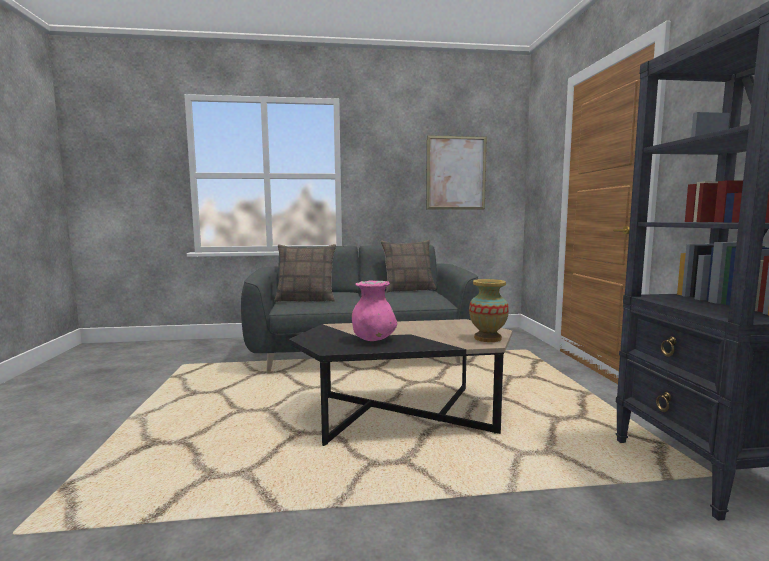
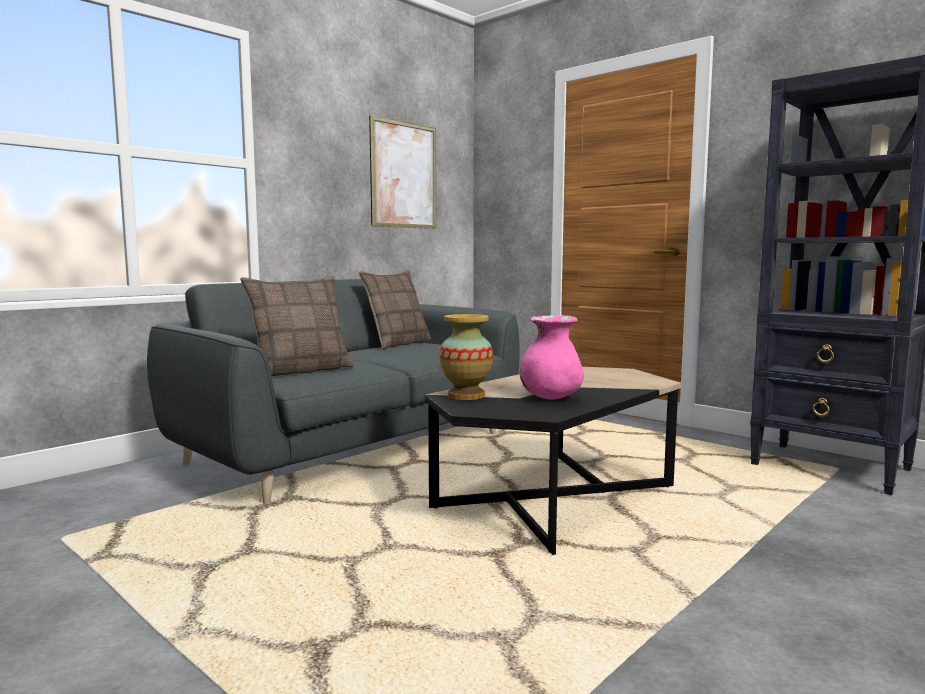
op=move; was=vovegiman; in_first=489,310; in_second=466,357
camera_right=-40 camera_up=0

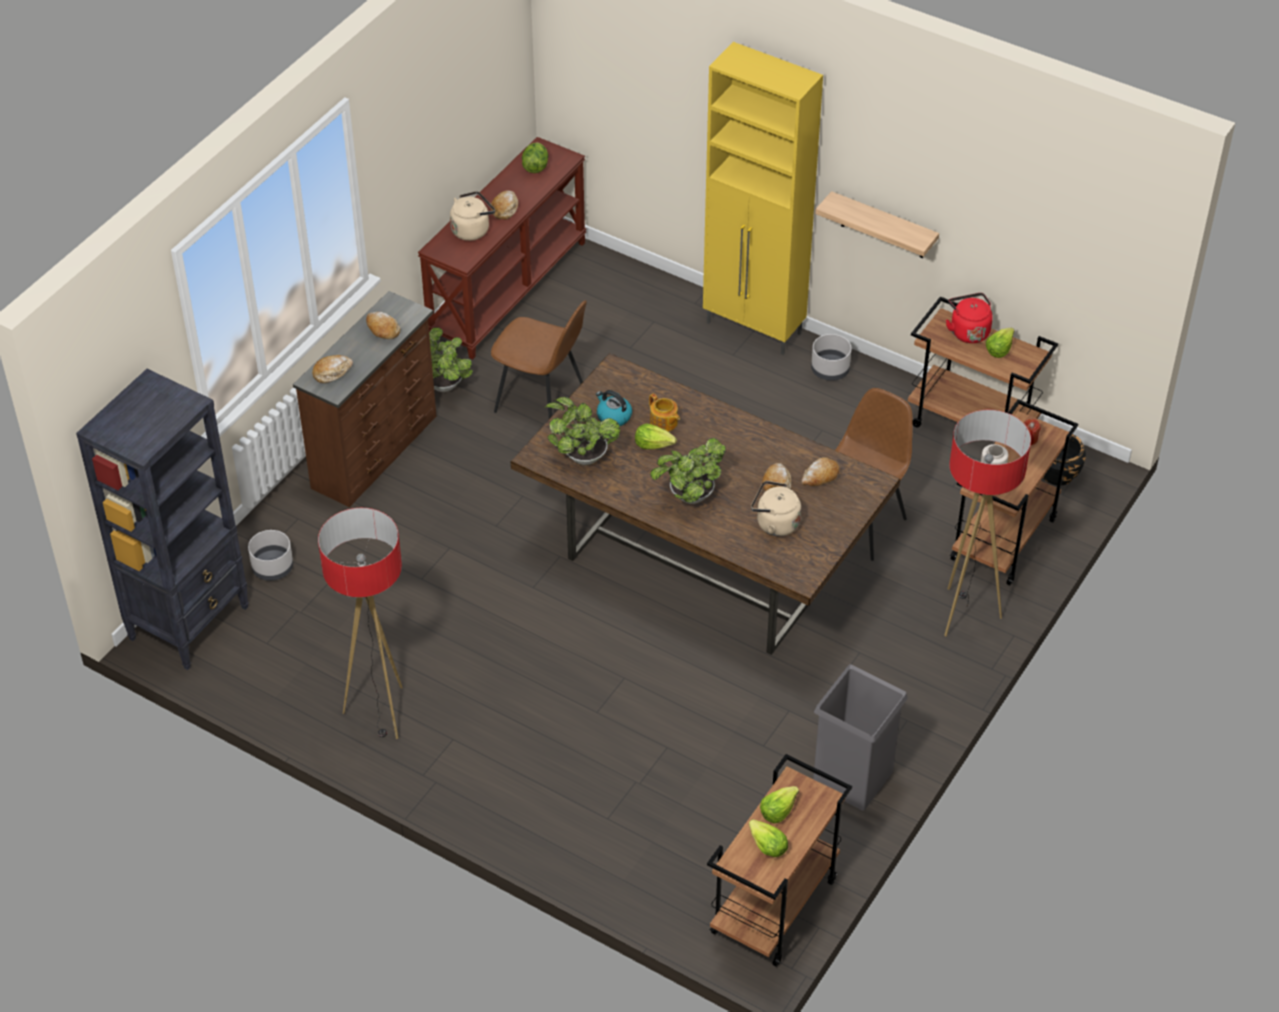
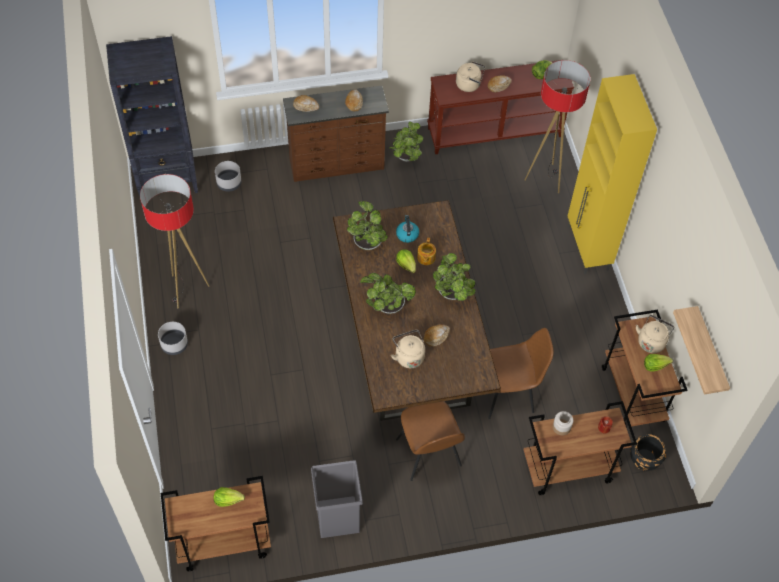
op=move; was=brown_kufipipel; in_first=539,359; in_second=430,441
op=delete; was=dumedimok; in_first=768,838
op=delete; was=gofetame; in_first=820,471
op=move; was=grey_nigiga; in_first=831,357; in_second=173,338
op=move; was=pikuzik; in_first=877,224; in_second=701,350
op=move; was=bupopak; in_first=987,523; in_second=557,126
op=recolor; was=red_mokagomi; now=beige_mokagomi; in_first=969,318; in_second=655,334
op=insert; now=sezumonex; in_second=454,277
camera_right=45 camera_up=10

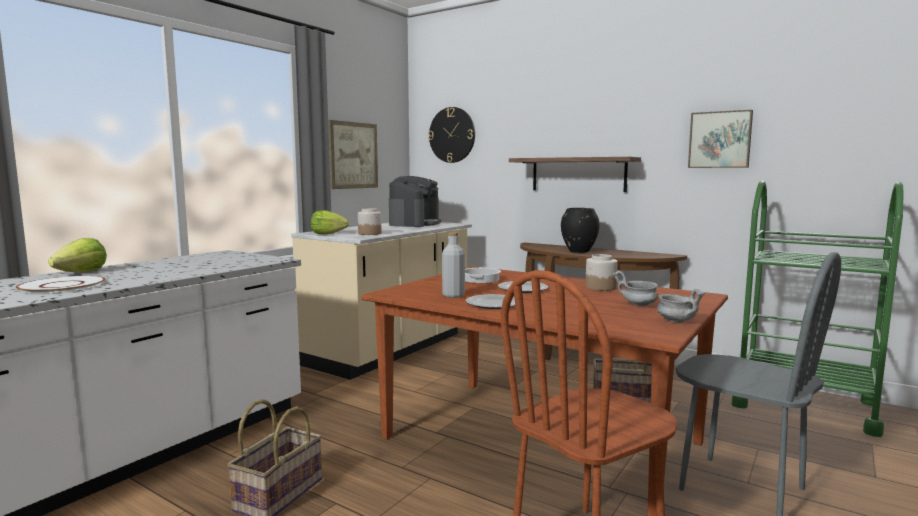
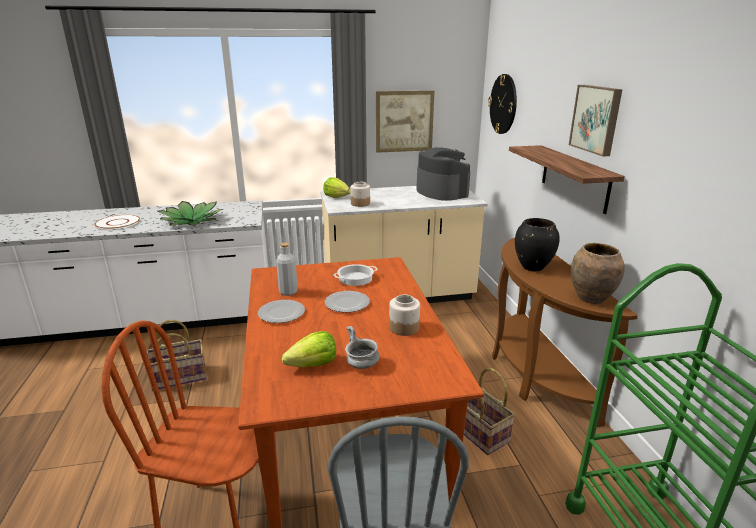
op=move; was=dumedimok; in_first=77,255; in_second=309,349
op=rotate; was=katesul; in_first=415,201; in_second=443,174; clockwise=-90
op=delete; was=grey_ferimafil; in_first=681,306
op=move; was=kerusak; in_first=720,139; in_second=596,121
op=insert; now=sezumonex; in_second=191,213
op=insert; now=brown_vovegiman; in_second=598,273
camera_right=45 camera_up=15

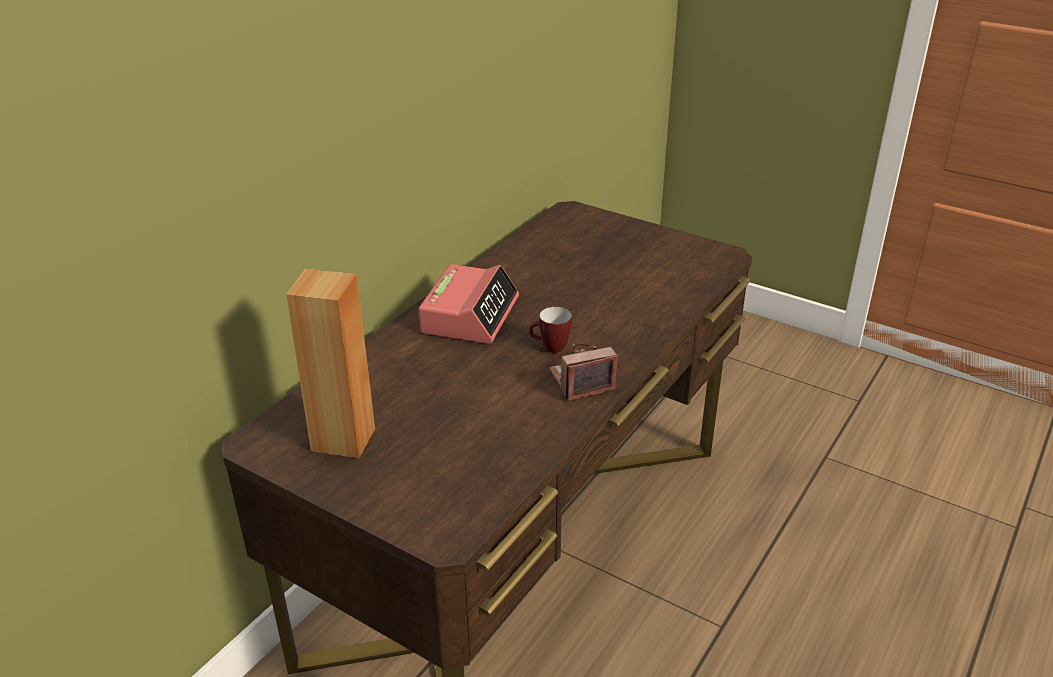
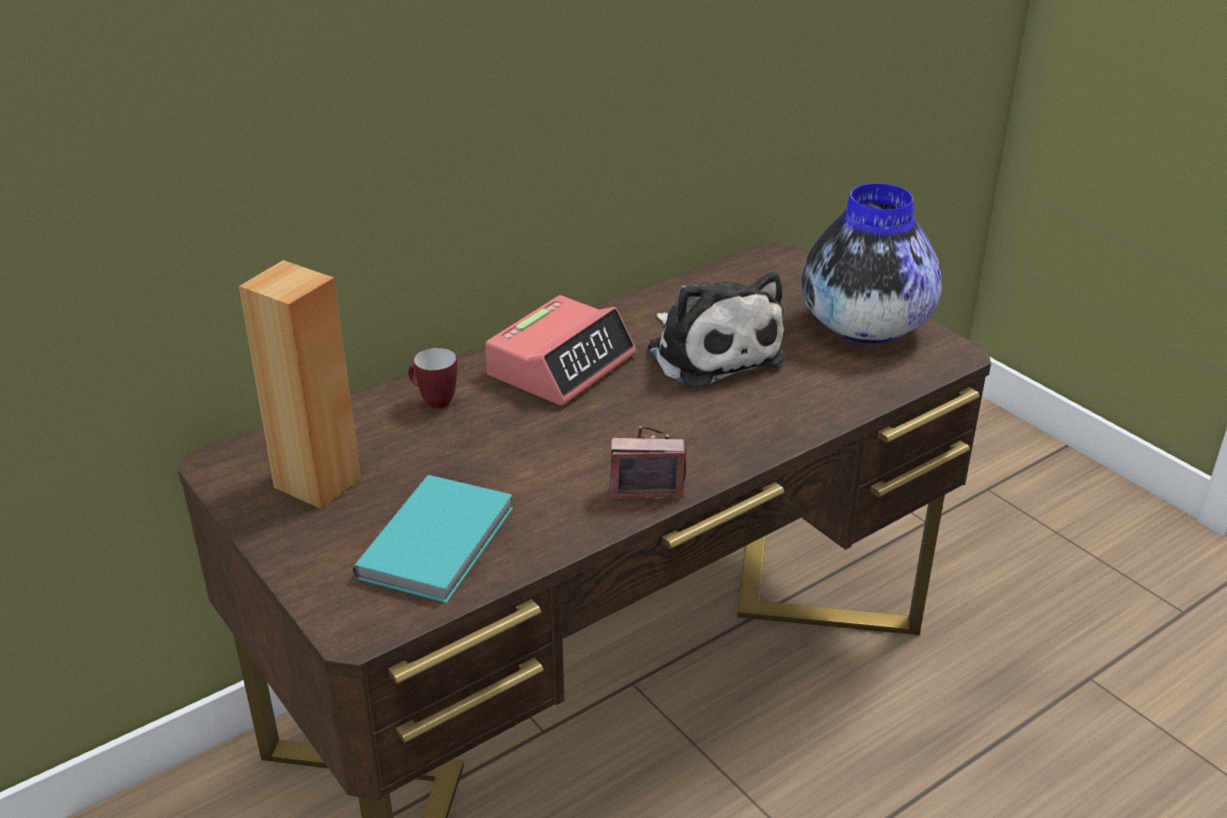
op=move; was=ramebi; in_first=550,330; in_second=433,378
op=insert; now=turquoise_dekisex; in_second=432,539
op=insert; now=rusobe; in_second=716,330
op=insert; now=vovegiman; in_second=871,263
camera_right=20 camera_up=0

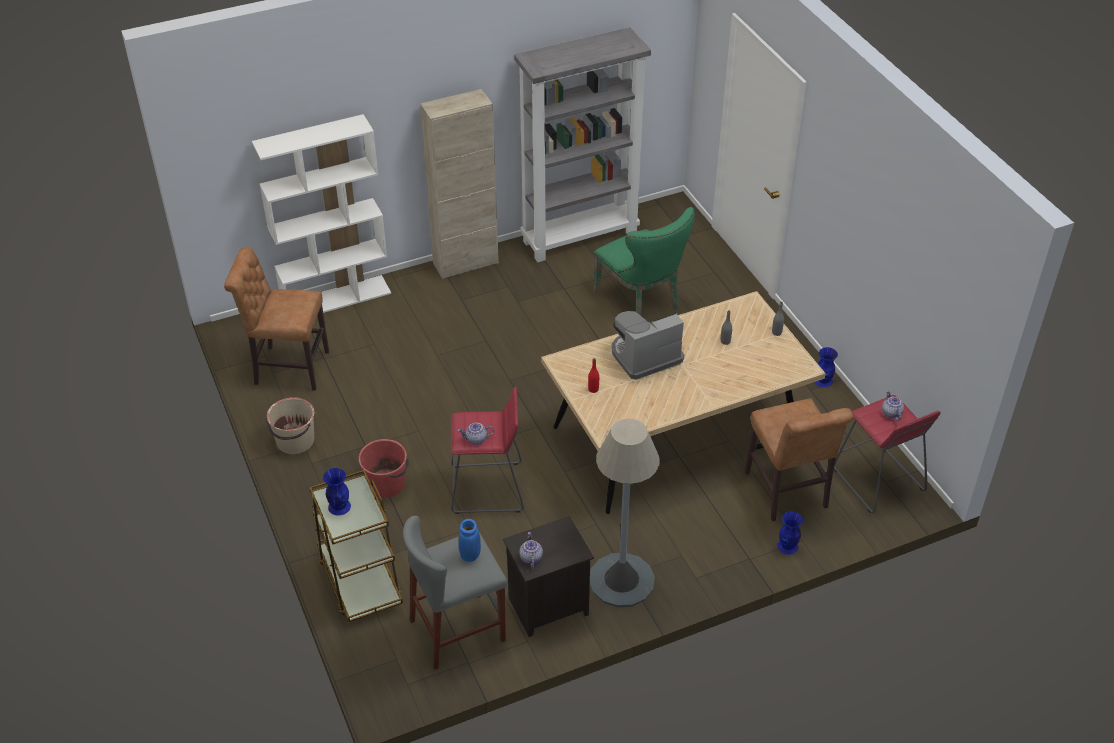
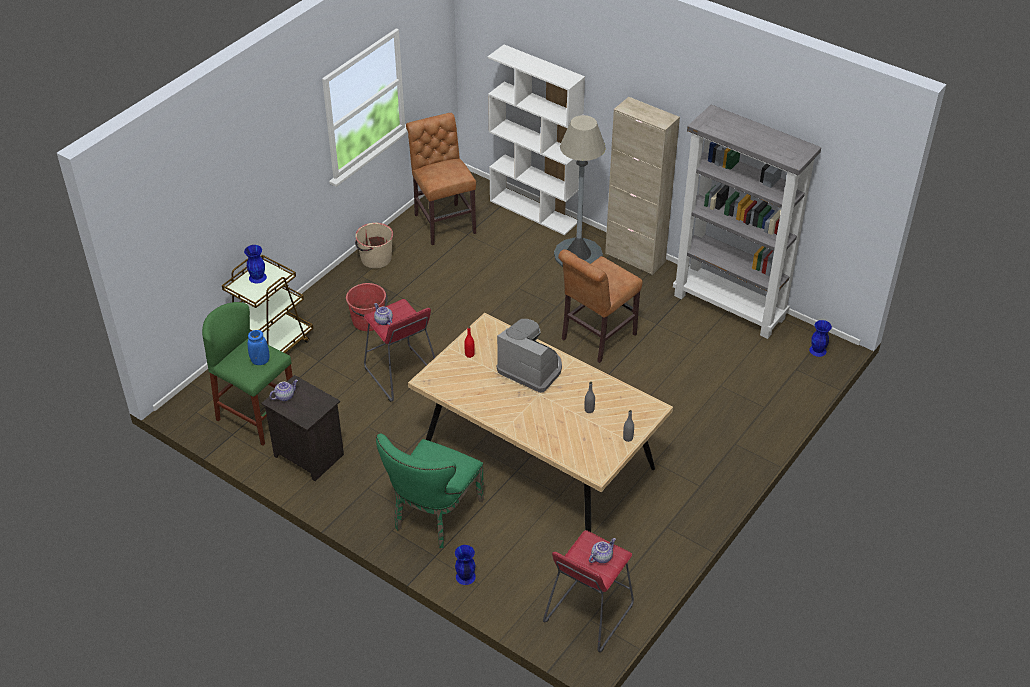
op=recolor; was=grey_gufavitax; now=green_gufavitax; in_first=455,593; in_second=247,374
op=move; was=grey_bupopak; in_first=625,512; in_second=580,191
op=move; was=green_kufipipel; in_first=644,261; in_second=430,490
op=move; was=brown_kufipipel; in_first=799,460; in_second=600,306
op=move; was=blue_vovegiman; in_first=826,367; in_second=820,338
camera_right=60 camera_up=0

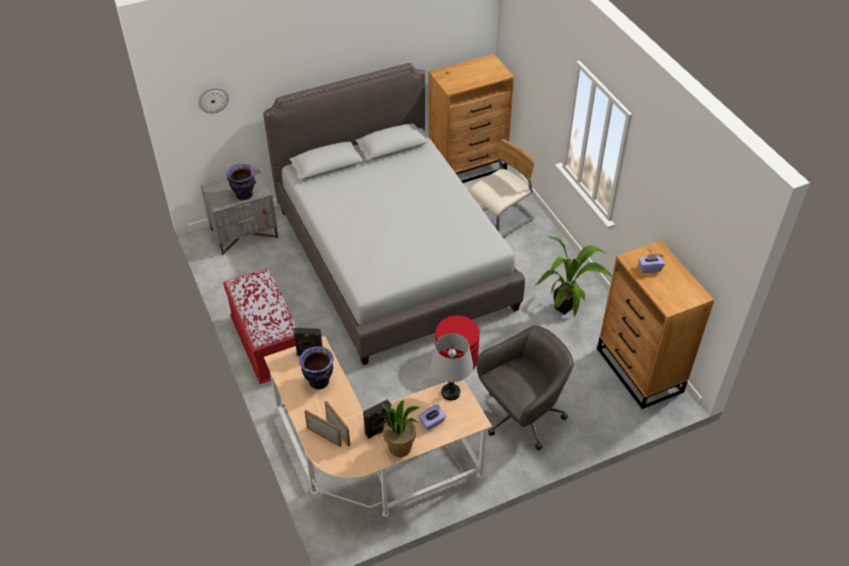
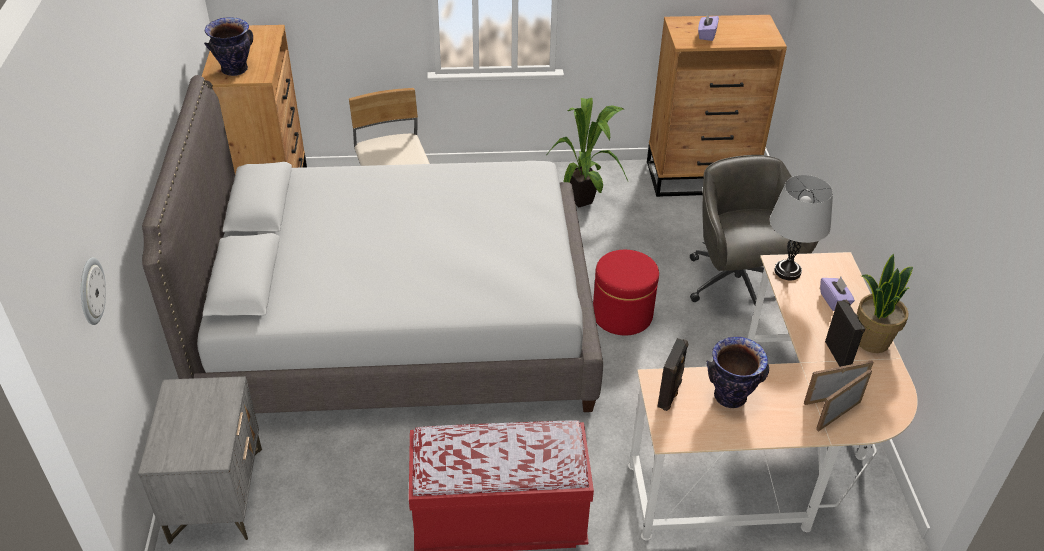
op=move; was=vovegiman; in_first=241,182; in_second=228,46
camera_right=-70 camera_up=-5

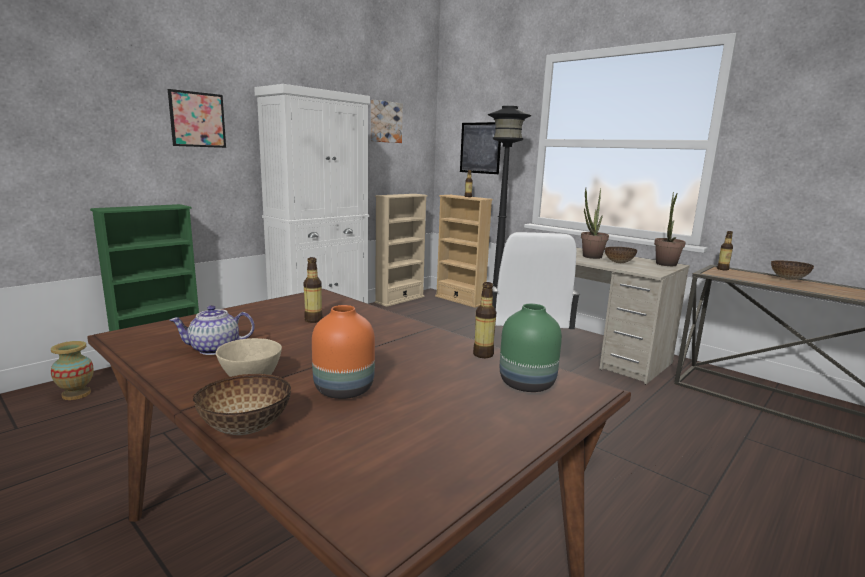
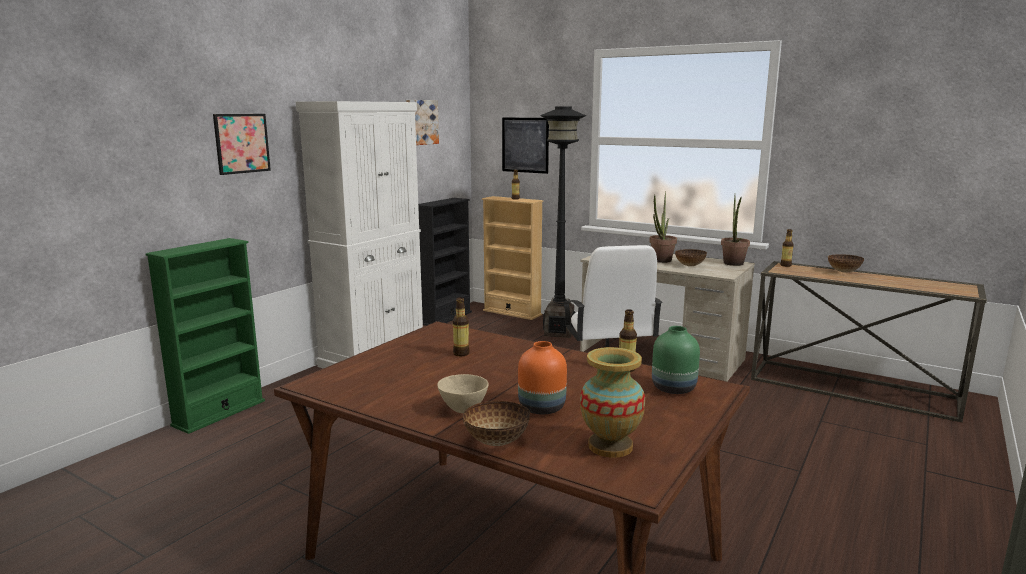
op=move; was=vovegiman; in_first=72,370; in_second=612,402
op=delete; was=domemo; in_first=212,330
op=recolor; was=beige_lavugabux; now=black_lavugabux; in_first=401,250; in_second=445,262
camera_right=-10 camera_up=0

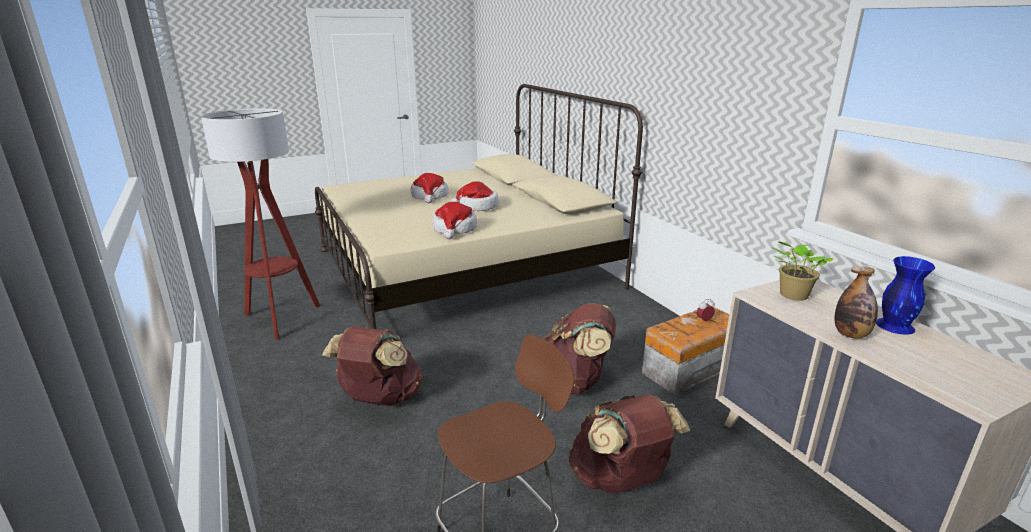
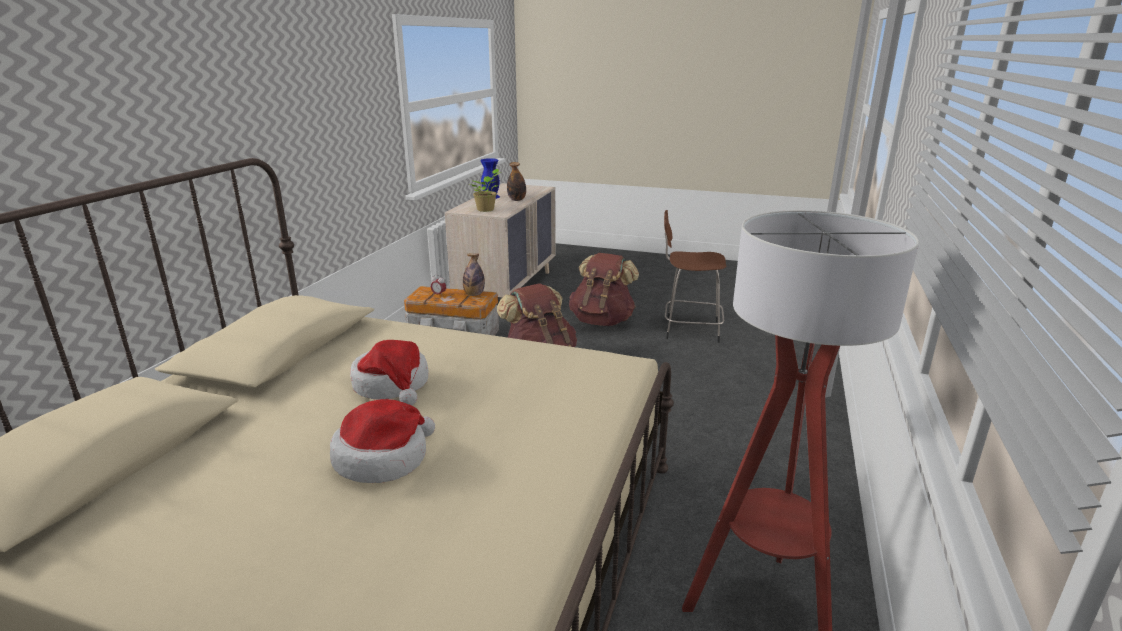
op=delete; was=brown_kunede; in_first=372,366
op=delete; was=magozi; in_first=454,220
op=insert; now=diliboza; in_second=474,274
camera_right=-135 camera_up=0

